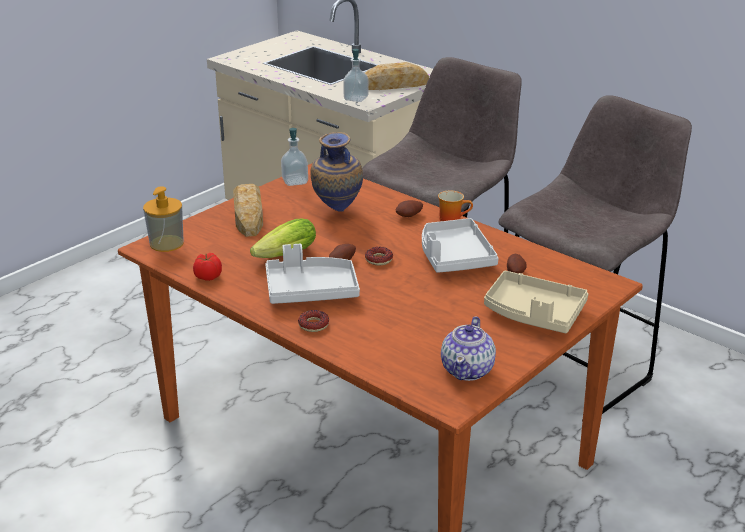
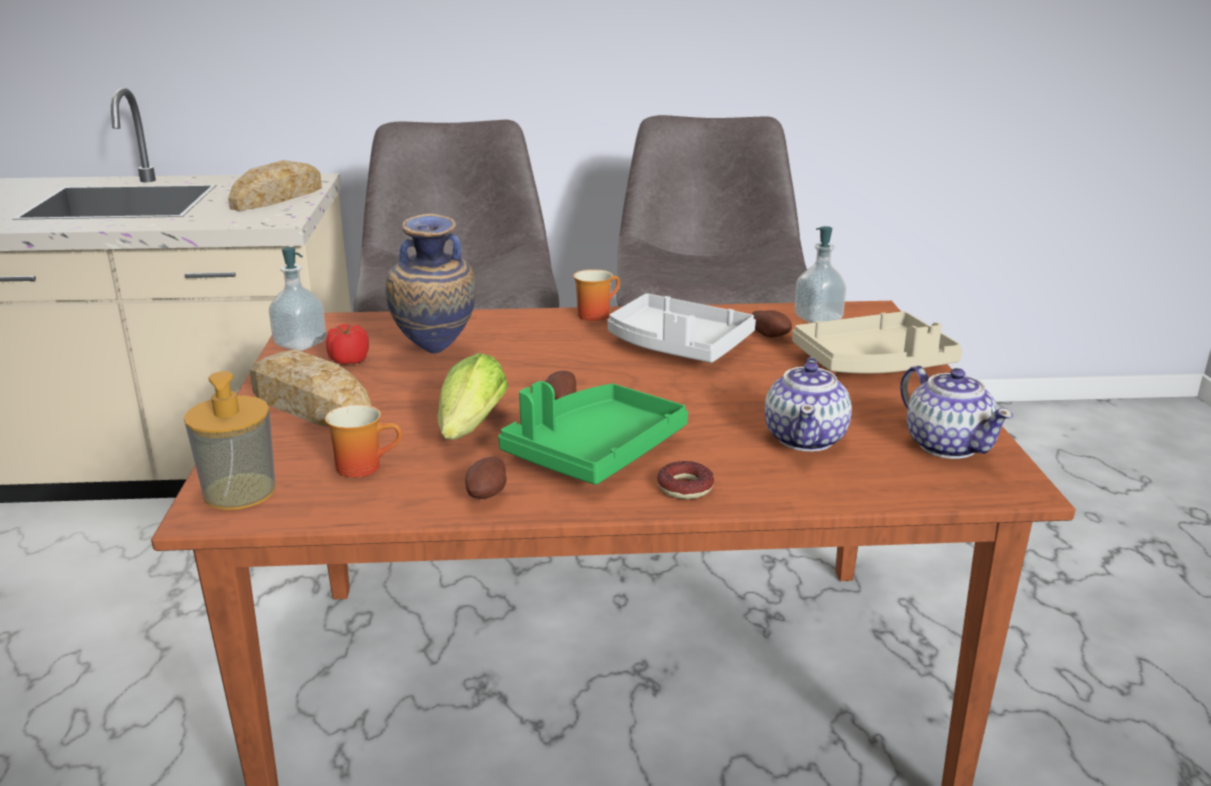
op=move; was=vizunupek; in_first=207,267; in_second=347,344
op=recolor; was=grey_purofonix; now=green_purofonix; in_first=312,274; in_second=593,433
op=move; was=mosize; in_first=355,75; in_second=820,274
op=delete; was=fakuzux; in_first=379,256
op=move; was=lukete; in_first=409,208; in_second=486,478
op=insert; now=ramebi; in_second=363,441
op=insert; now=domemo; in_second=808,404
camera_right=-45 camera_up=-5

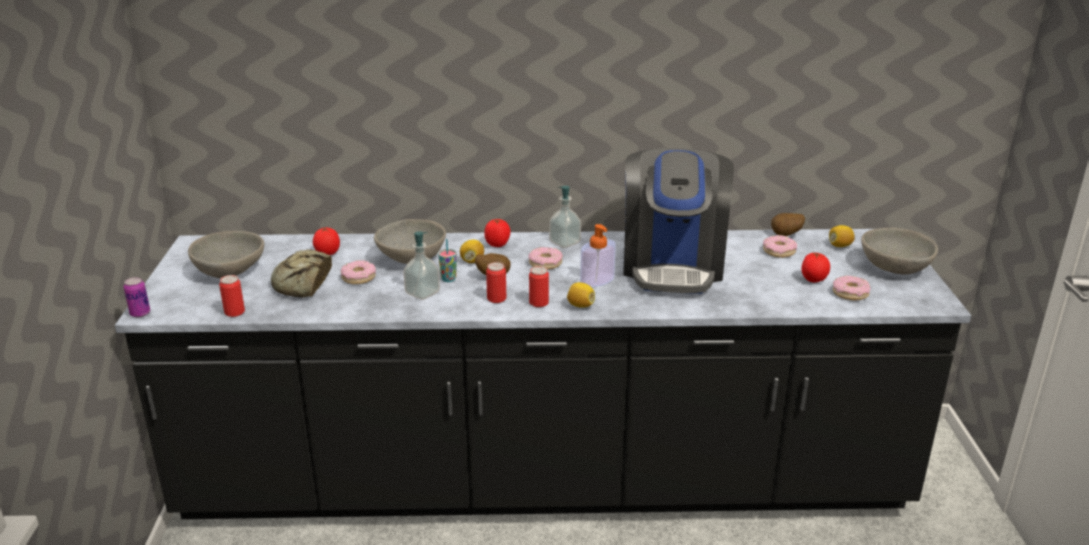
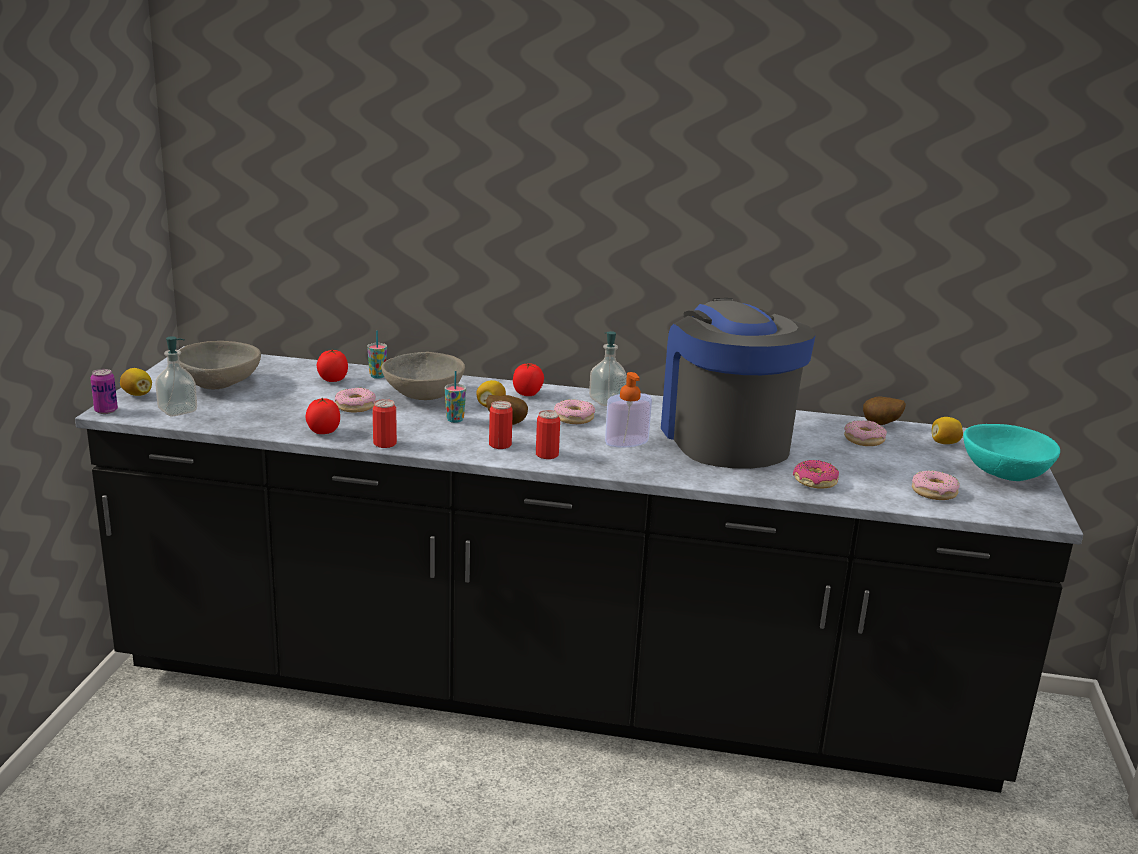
op=move; was=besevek; in_first=232,296; in_second=385,423
op=delete; was=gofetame; in_first=301,273
op=move; was=mosize; in_first=421,265; in_second=176,376
op=move; was=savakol; in_first=581,295; in_second=136,382
op=rotate; was=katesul; in_first=678,221; in_second=738,383; clockwise=150
op=move; was=vizunupek; in_first=816,267; in_second=322,416
op=recolor; was=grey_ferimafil; now=turquoise_ferimafil; in_first=899,251; in_second=1011,452
op=insert; now=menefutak; in_second=377,355
op=insert; now=fakuzux; in_second=816,474
camera_right=10 camera_up=-5

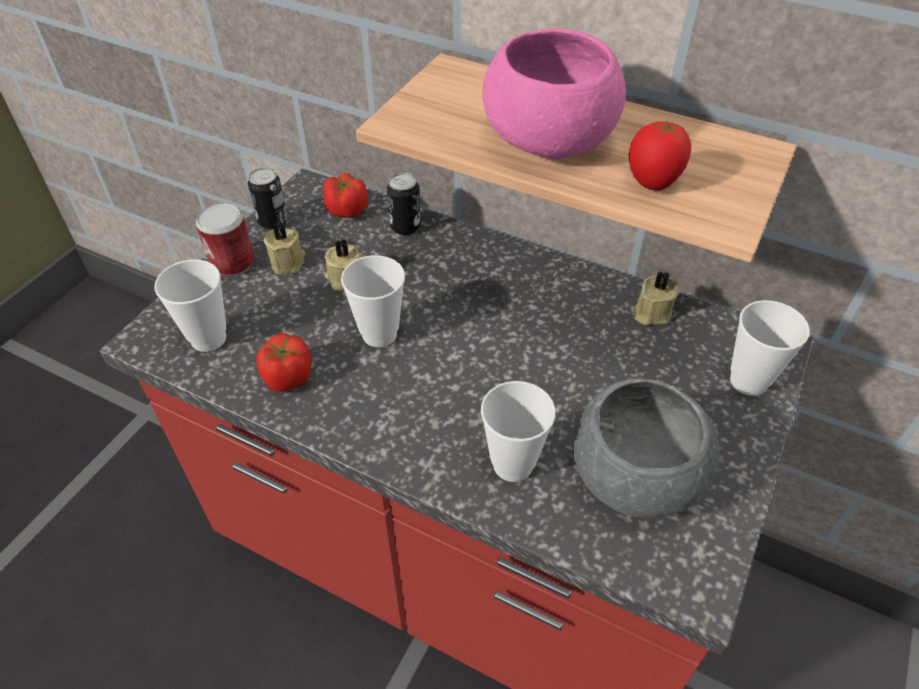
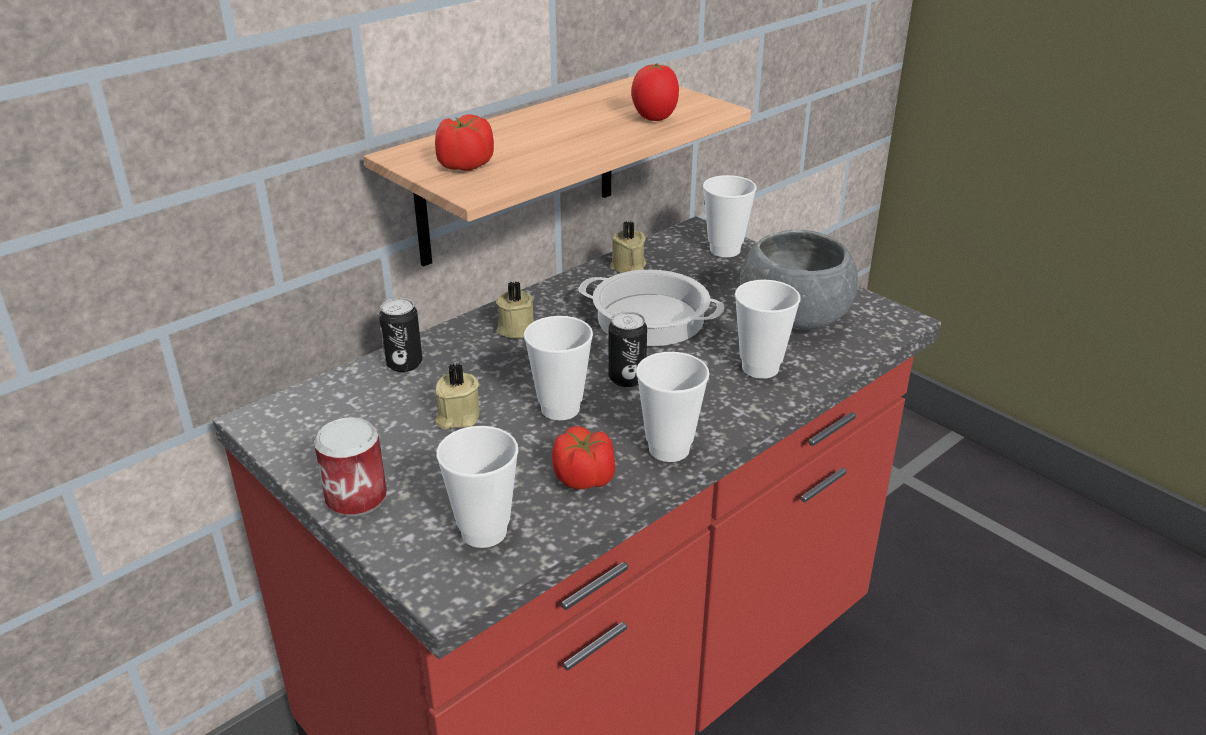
op=move; was=besevek; in_first=268,199; in_second=627,349
op=move; was=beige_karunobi; in_first=284,248; in_second=515,310
op=move; was=vizunupek; in_first=345,195; in_second=464,142
op=delete; was=pink_ferimafil; in_first=554,93
op=insert; now=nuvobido; in_second=652,308
op=insert; now=menefutak; in_second=673,407
camera_right=-70 camera_up=-15

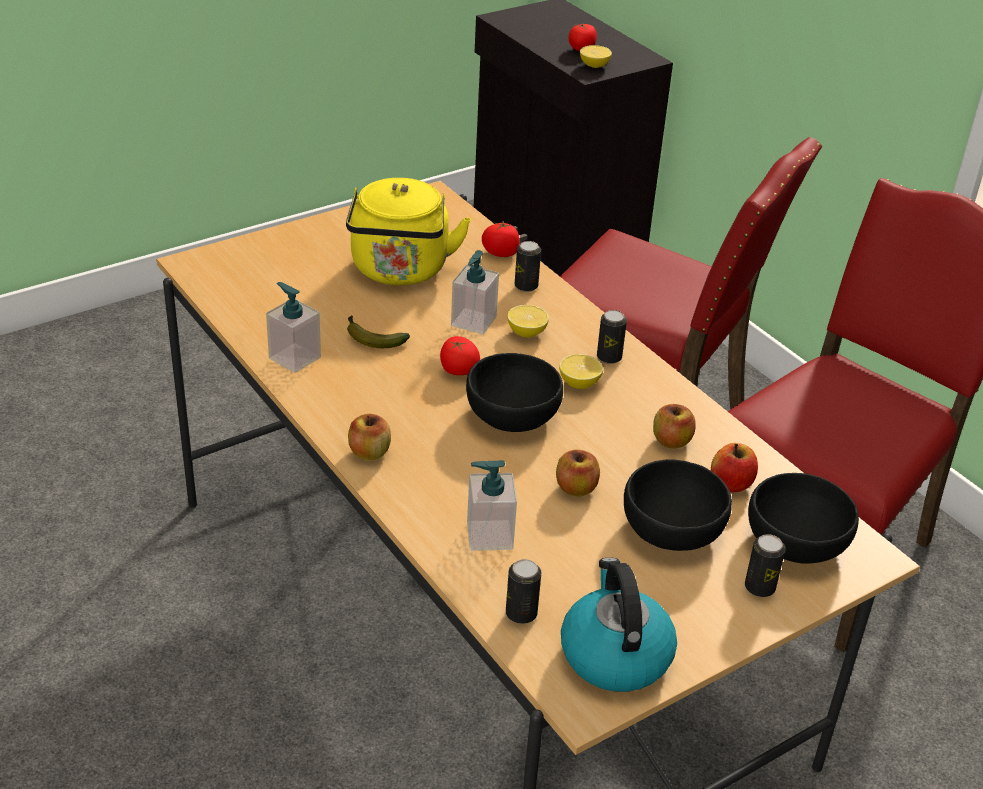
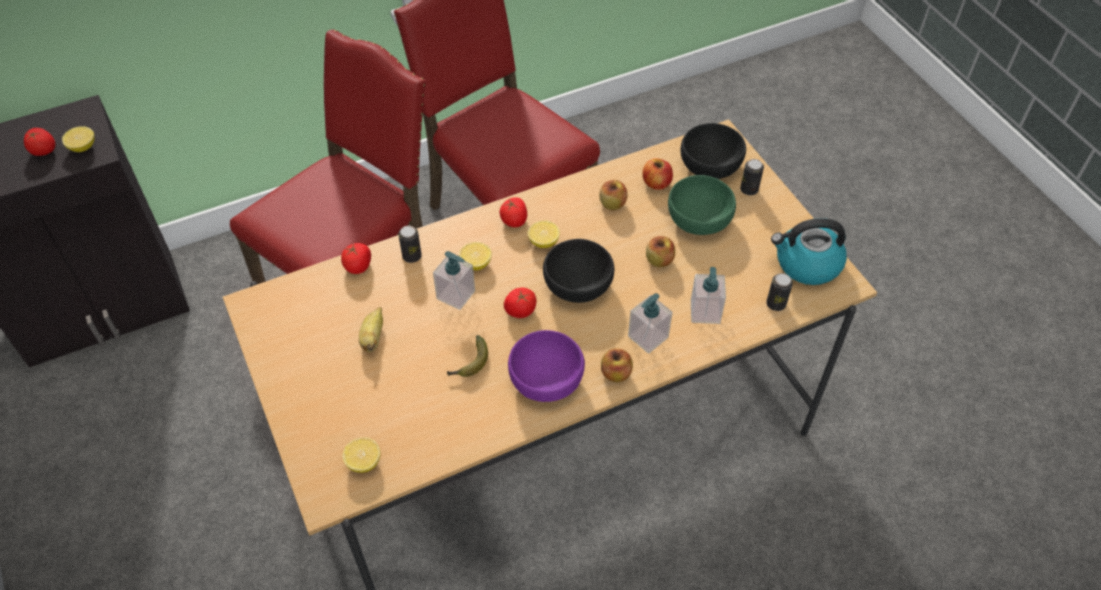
op=move; was=mosize; in_first=293,327; in_second=650,323
op=replace; was=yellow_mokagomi; now=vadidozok; in_first=408,232; in_second=371,329
op=replace; was=besevek; now=vizunupek; in_first=612,337; in_second=513,212
op=recolor; was=black_ferimafil; now=green_ferimafil; in_first=678,505; in_second=702,205
op=insert; now=savakol; in_second=362,455
op=insert; now=purple_ferimafil; in_second=546,366
camera_right=-80 camera_up=15

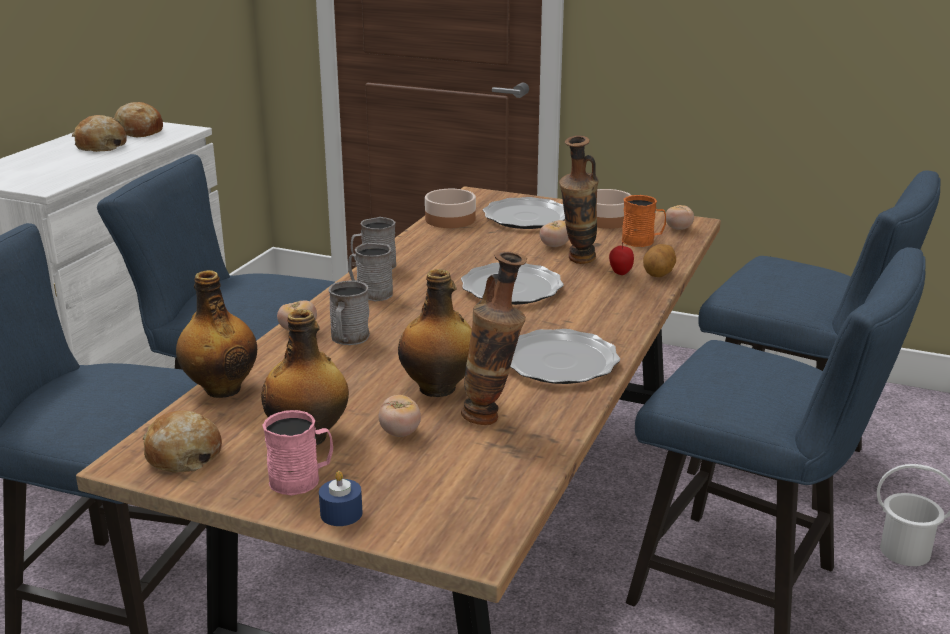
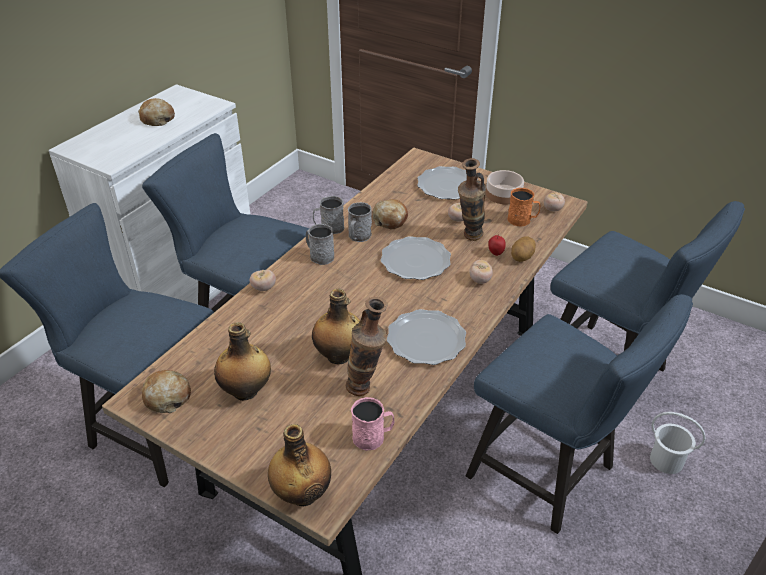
op=move; was=gofetame; in_first=138,119; in_second=390,214
op=move; was=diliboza; in_first=216,334; in_second=299,465
op=move; was=pink_ramebi; in_first=297,452; in_second=372,424
op=delete; was=blue_karunobi; in_first=340,498
op=move; was=grey_ramebi; in_first=349,313; in_second=360,222
op=move; was=vizunupek; in_first=399,416; in_second=481,272
op=delete; was=ferimafil; in_first=450,208
camera_right=10 camera_up=15

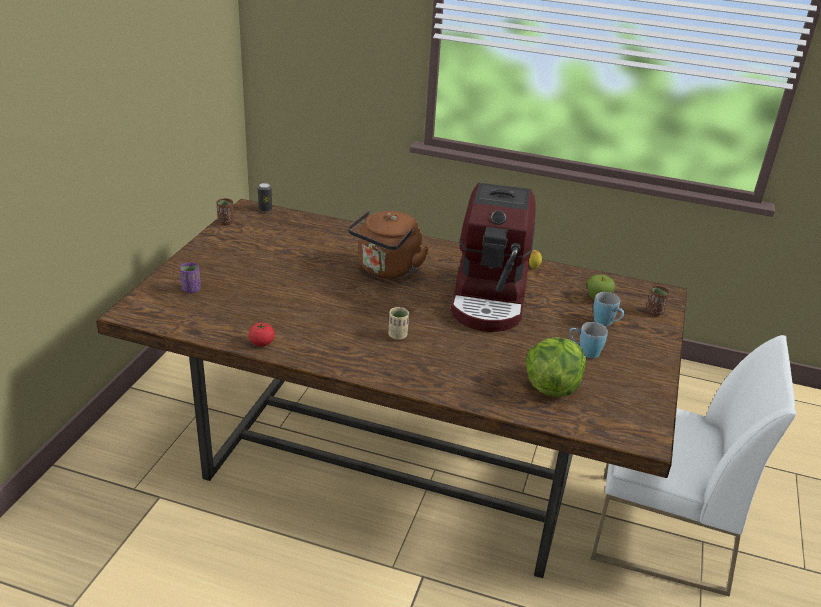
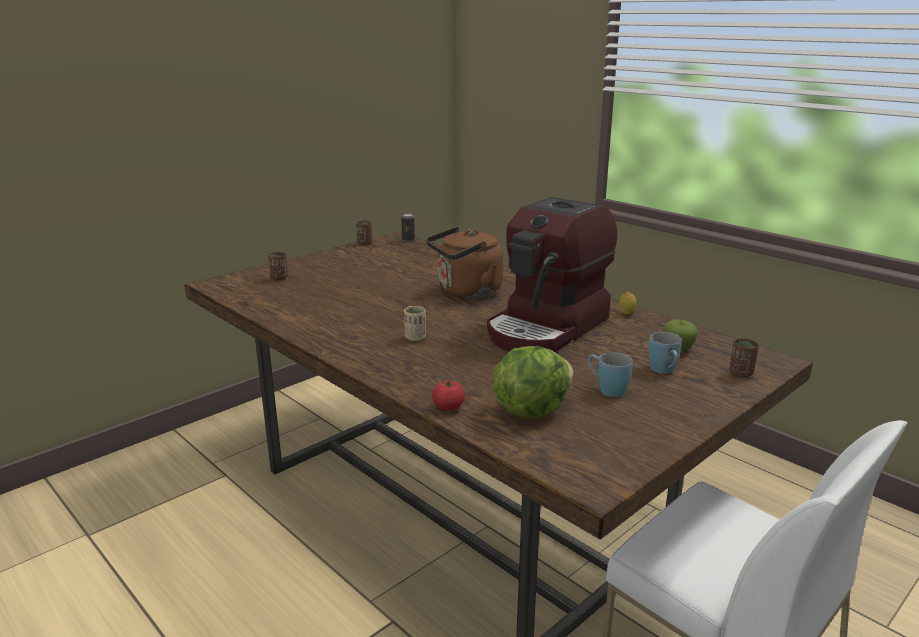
op=recolor; was=purple_menefutak; now=brown_menefutak; in_first=190,277; in_second=278,266
op=move; was=vizunupek; in_first=262,334; in_second=448,395
camera_right=30 camera_up=-10

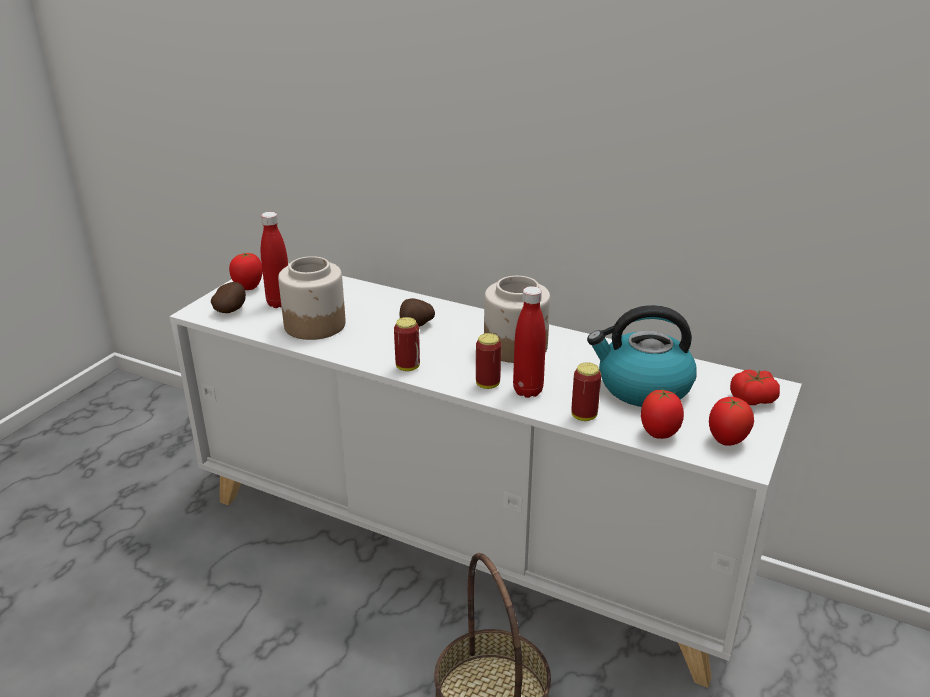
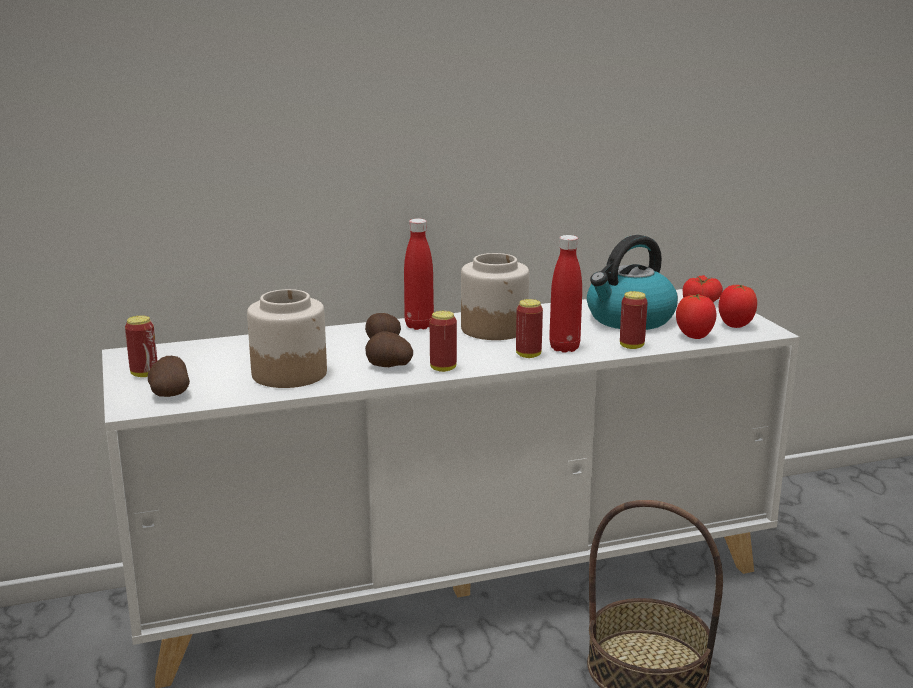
op=replace; was=vizunupek; now=besevek; in_first=246,271; in_second=141,346
op=move; was=red_diliboza; in_first=274,260; in_second=419,274
op=insert; now=lukete; in_second=389,349
camera_right=-45 camera_up=-10

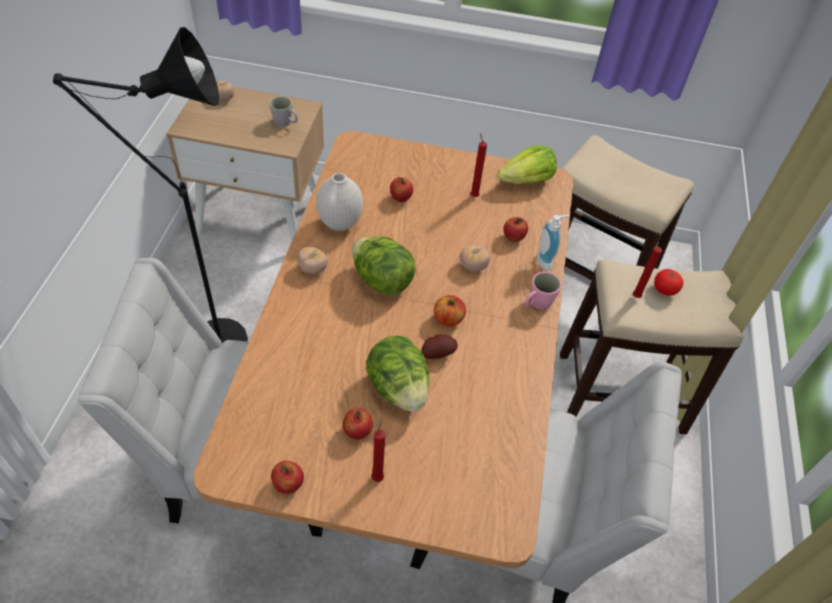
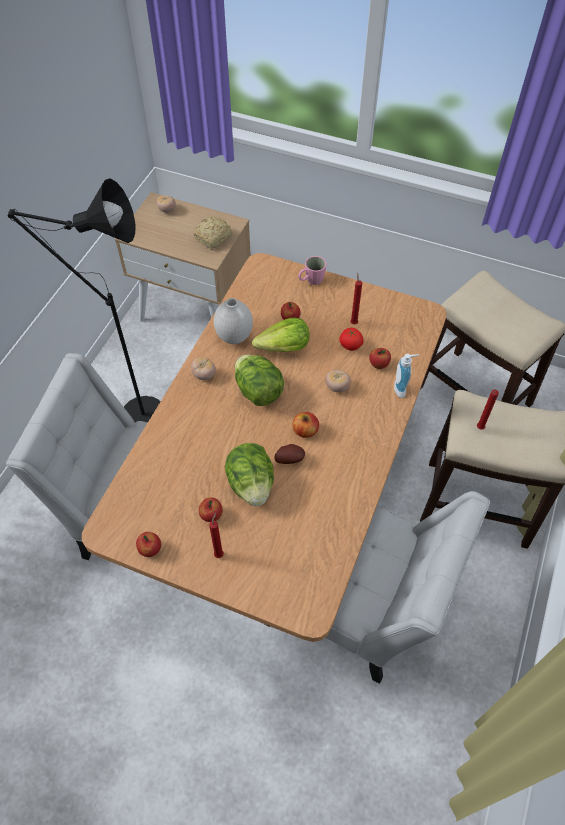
op=replace; was=grey_ramebi; now=gofetame; in_first=283,111; in_second=213,232
op=move; was=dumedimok; in_first=527,164; in_second=281,334
op=move; was=pink_ramebi; in_first=543,291; in_second=312,270
op=move; was=vizunupek; in_first=668,282; in_second=351,339
camera_right=15 camera_up=5

